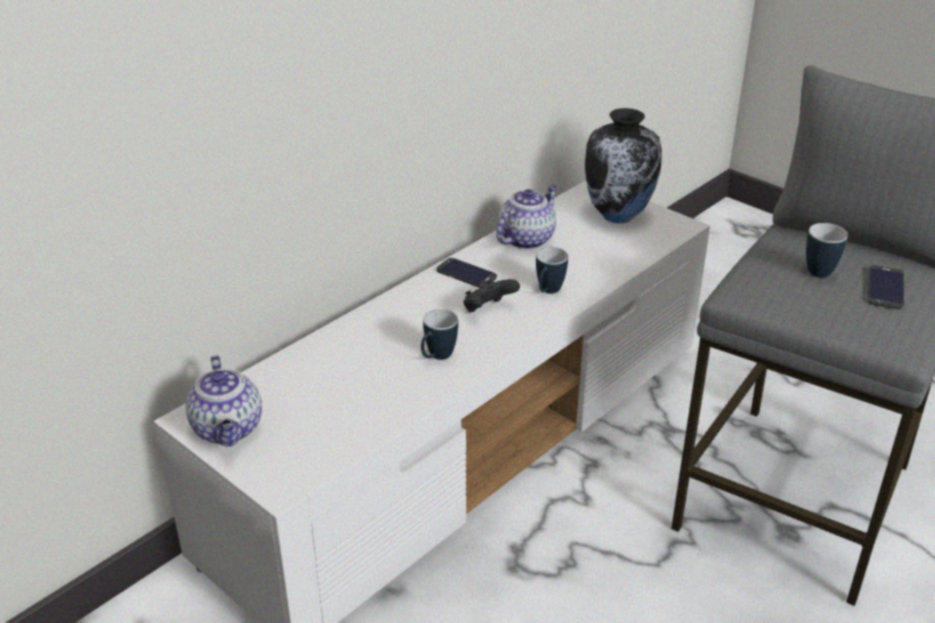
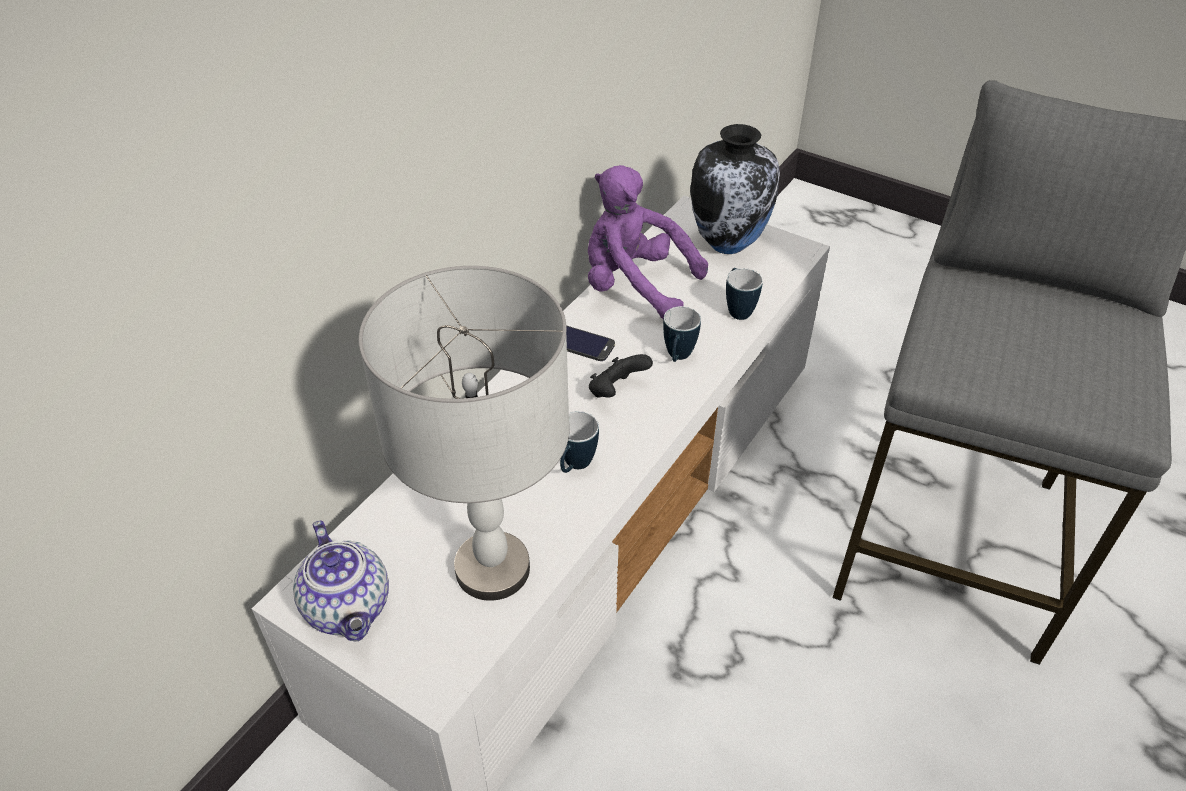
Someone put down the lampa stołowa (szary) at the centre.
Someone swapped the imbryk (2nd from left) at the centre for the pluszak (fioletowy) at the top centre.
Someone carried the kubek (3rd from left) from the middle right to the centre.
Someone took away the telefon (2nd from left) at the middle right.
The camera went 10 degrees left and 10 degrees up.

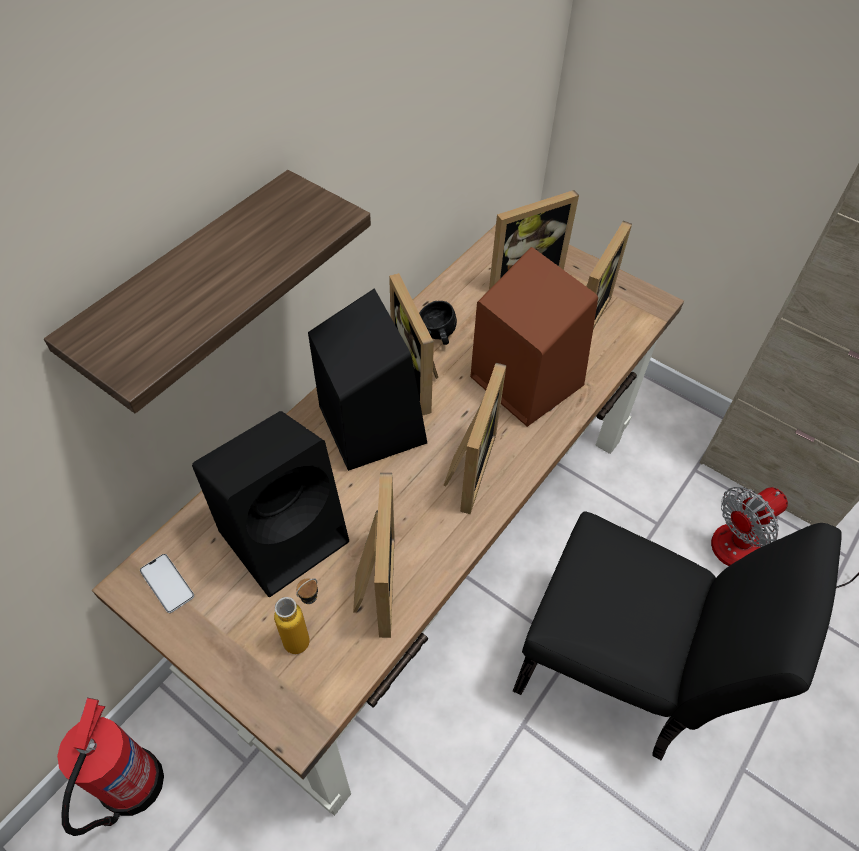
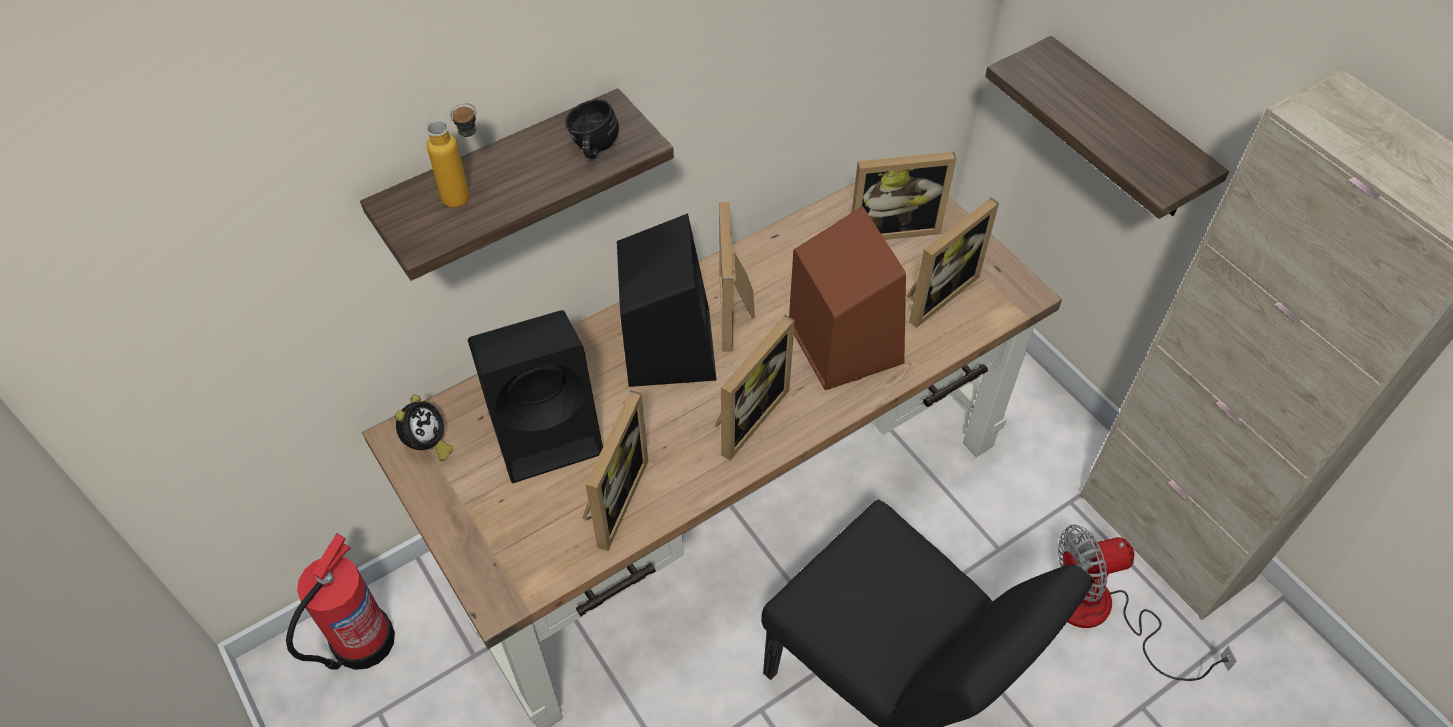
Someone swapped the telefon at the bottom left for the budzik at the middle left.
Someone carried the butelka from the bottom centre to the top left.
Someone carried the kubek (czarny) from the centre to the top centre.
Someone put up the półka (2nd from left) at the top right.
The camera went 20 degrees right and 0 degrees up.

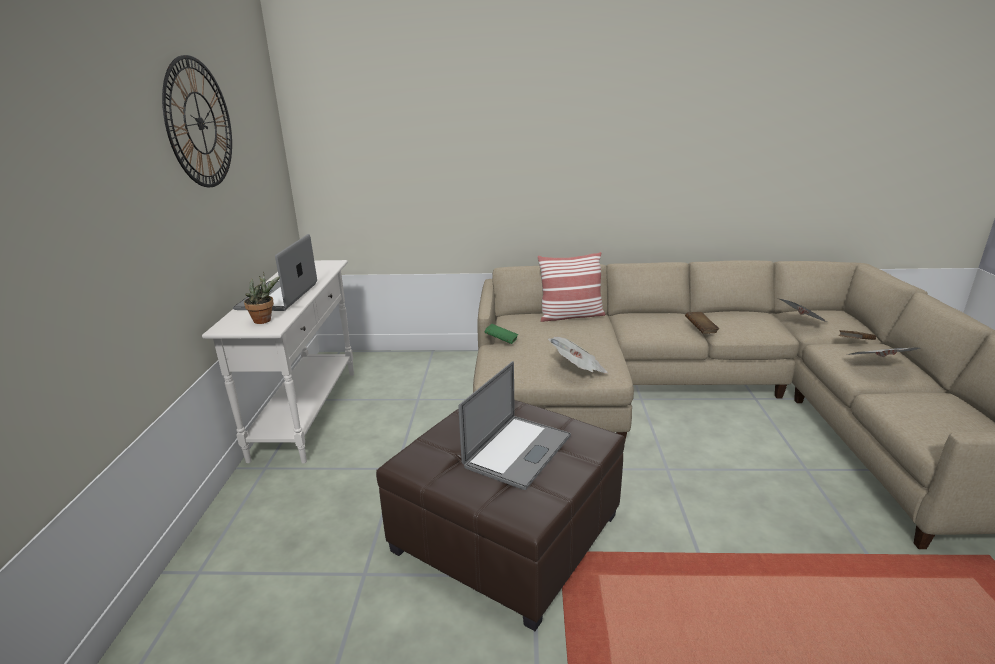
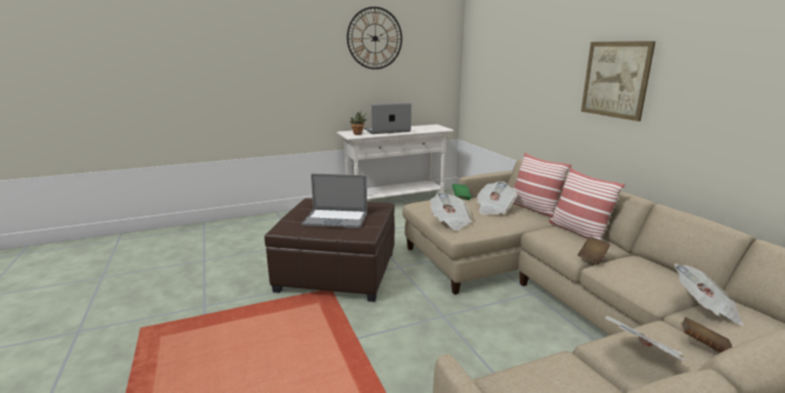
Someone put down the gazeta (2nd from left) at the centre.
Someone put down the poduszka (2nd from left) at the middle right.
Someone put up the obraz at the top right.
The camera went 65 degrees right and 5 degrees down.

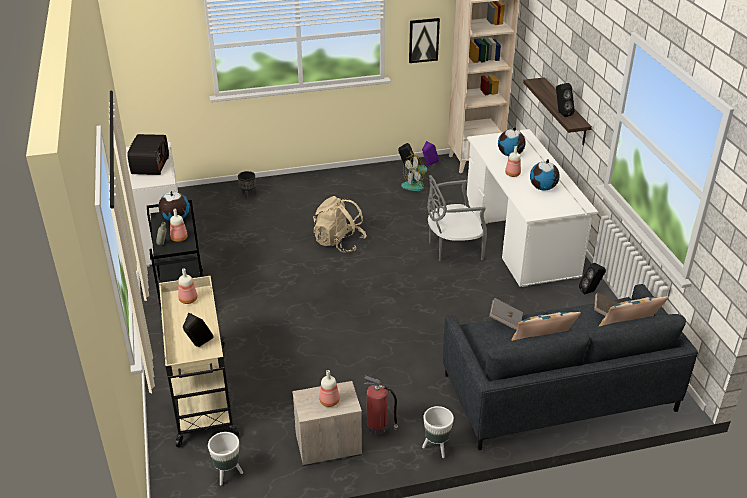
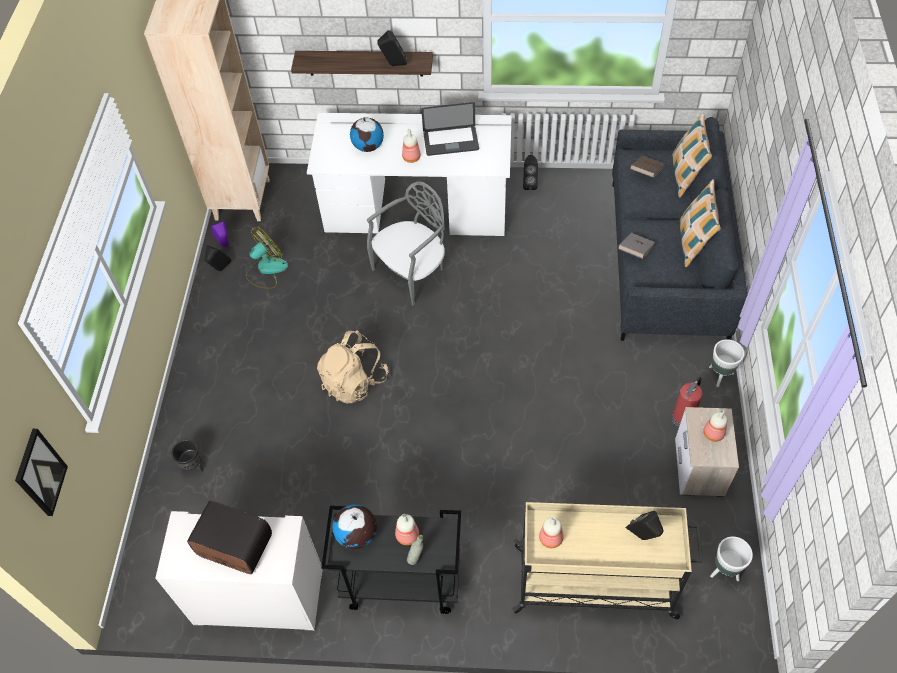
Someone carried the obraz from the top centre to the bottom left.
Someone rotated the wentylator at the centre by 120 degrees counterclockwise.
Someone rotated the krzesło (szary) at the centre by 135 degrees counterclockwise.
Someone swapped the globus (3rd from left) at the middle right for the laptop at the top centre.
The camera went 70 degrees left and 20 degrees up.

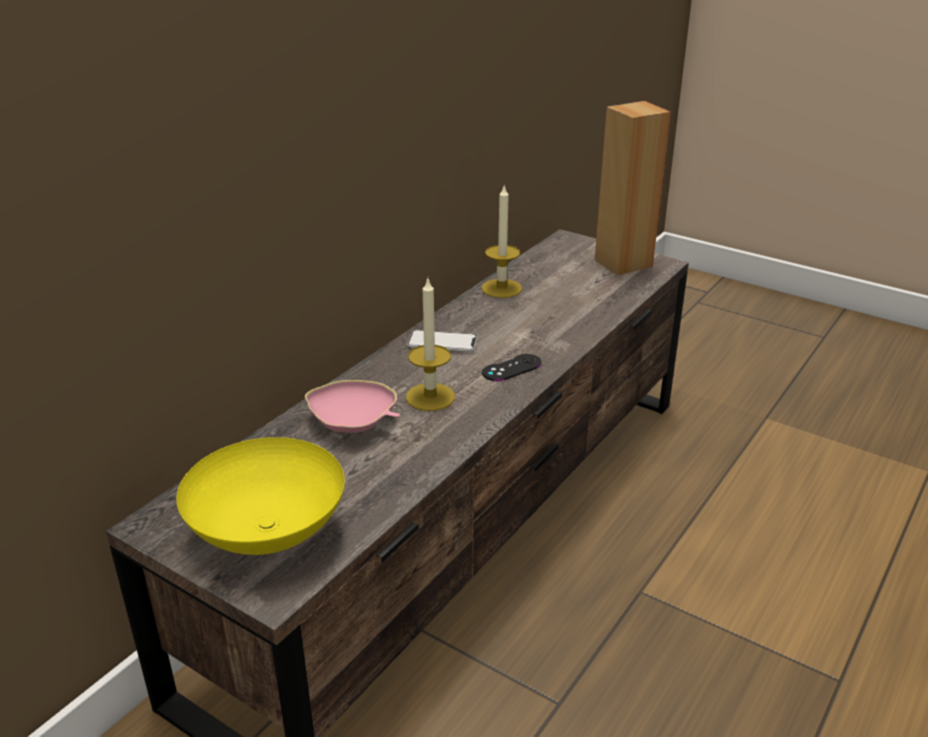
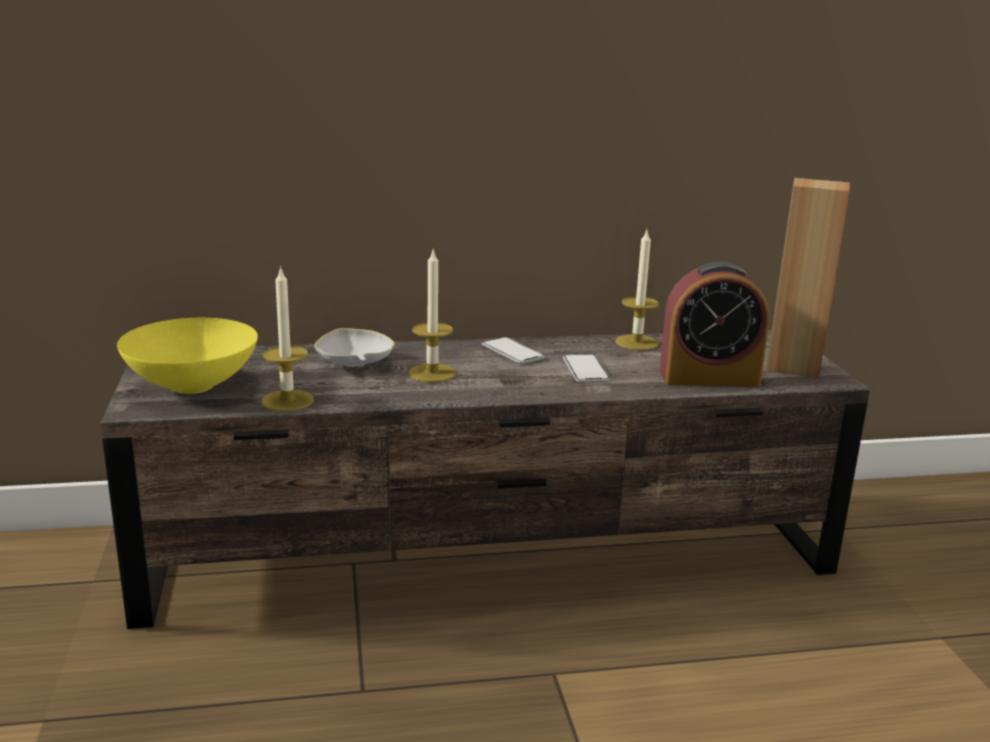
Someone put down the świeca (1st from left) at the middle left.
Someone repainted the miska (różowy) at the centre, which became the miska (biały) at the centre.
Someone put down the telefon (2nd from left) at the centre.
Someone put down the budzik at the middle right.
Someone took away the pad do gier (czarny) at the centre.
The camera went 45 degrees right and 10 degrees down.

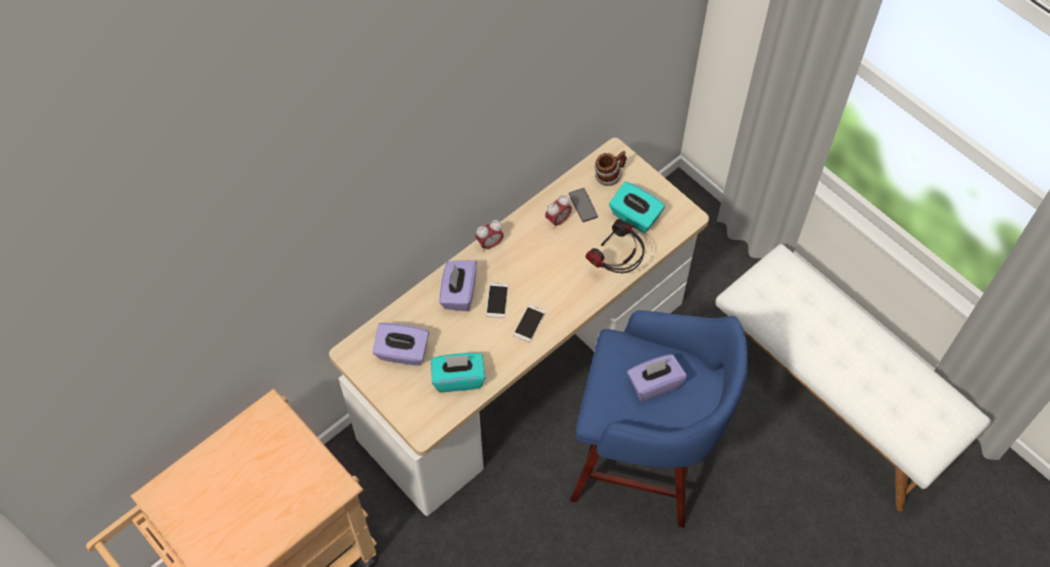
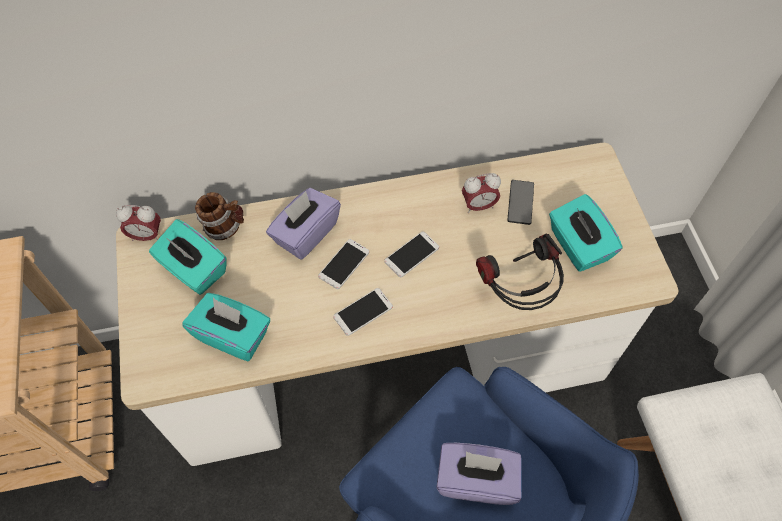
Someone carried the budzik (1st from left) from the centre to the middle left.
Someone repainted the pudełko chusteczek (fioletowy) (1st from left) at the centre, which became the pudełko chusteczek (turkusowy) (1st from left) at the middle left.
Someone carried the kubek from the top centre to the middle left.
Someone put down the telefon (3rd from left) at the centre.
The camera went 30 degrees right and 0 degrees up.

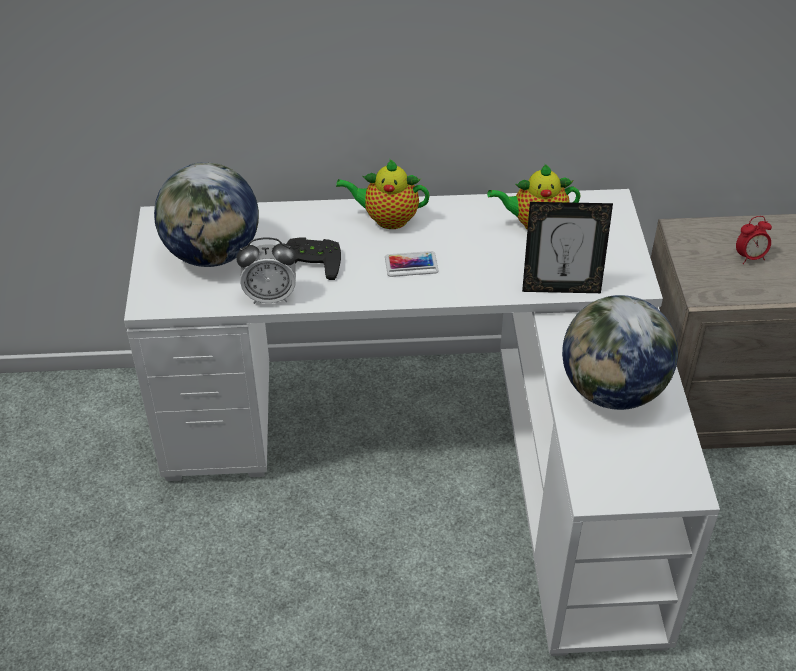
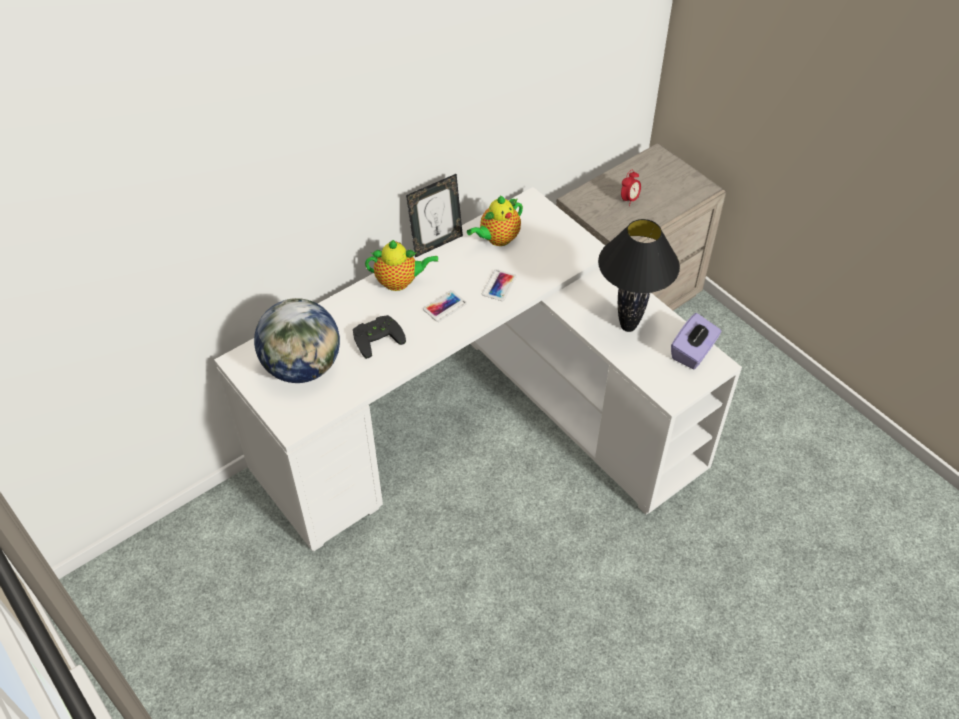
Someone rotated the imbryk (1st from left) at the top centre by 150 degrees counterclockwise.
Someone carried the ramka na zdjęcie from the middle right to the top centre.
Someone put down the telefon (2nd from left) at the centre.
Someone swapped the globus (2nd from left) at the middle right for the lampa stołowa (czarny) at the centre.
Someone put down the pudełko chusteczek (fioletowy) at the middle right.
Someone took away the budzik (1st from left) at the centre.
The camera went 35 degrees left and 5 degrees up.

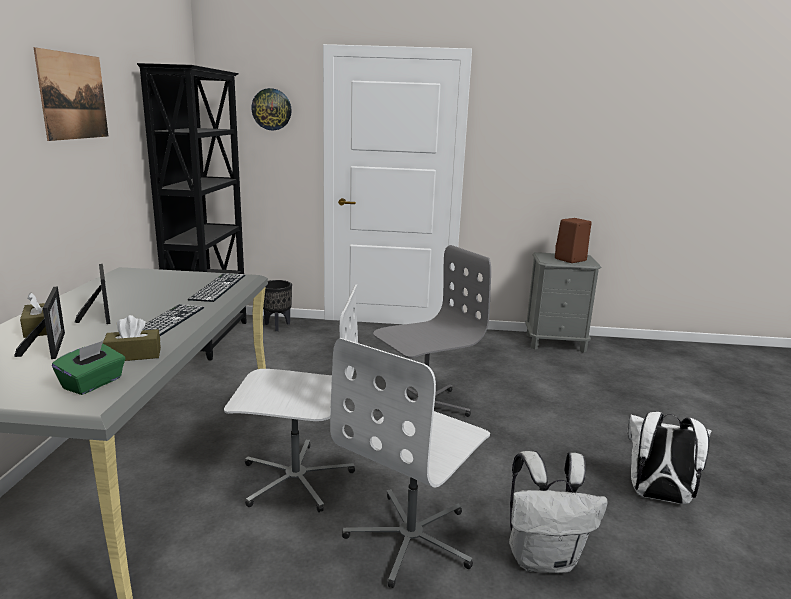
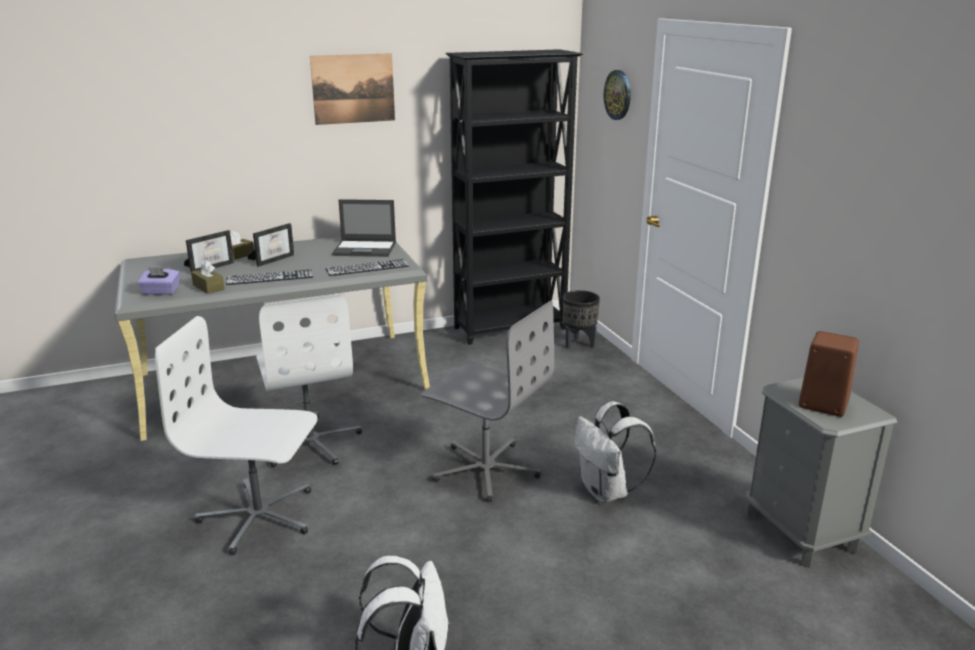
Someone repainted the pudełko chusteczek (zielony) at the middle left, which became the pudełko chusteczek (fioletowy) at the middle left.
Someone put down the laptop at the centre.
Someone carried the plecak (biały) (1st from left in the first image) from the bottom right to the bottom centre.
The camera went 65 degrees right and 5 degrees up.

